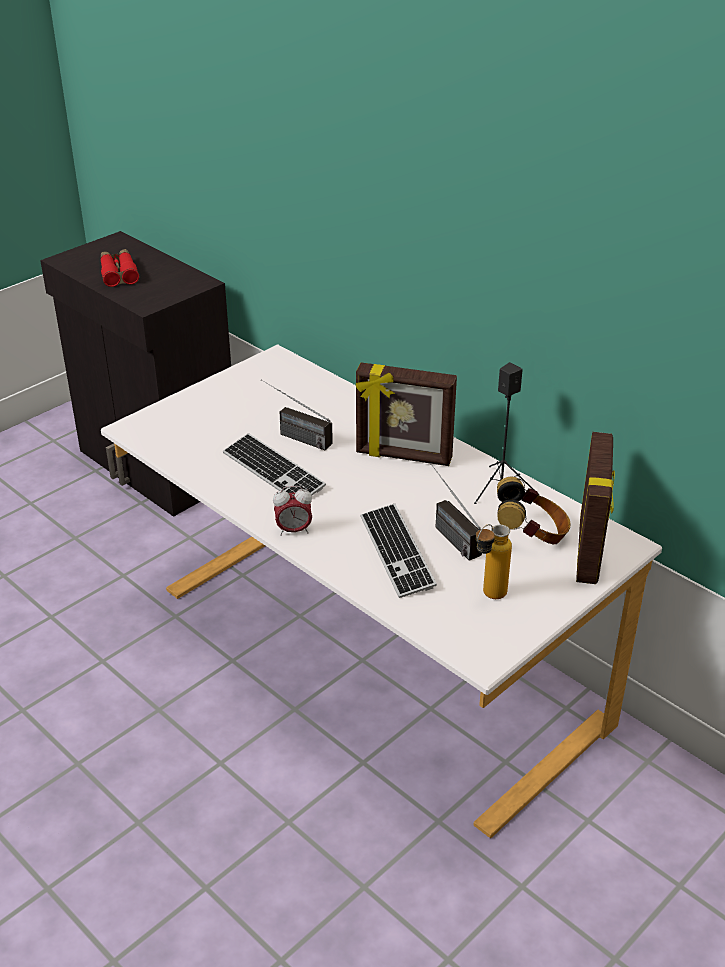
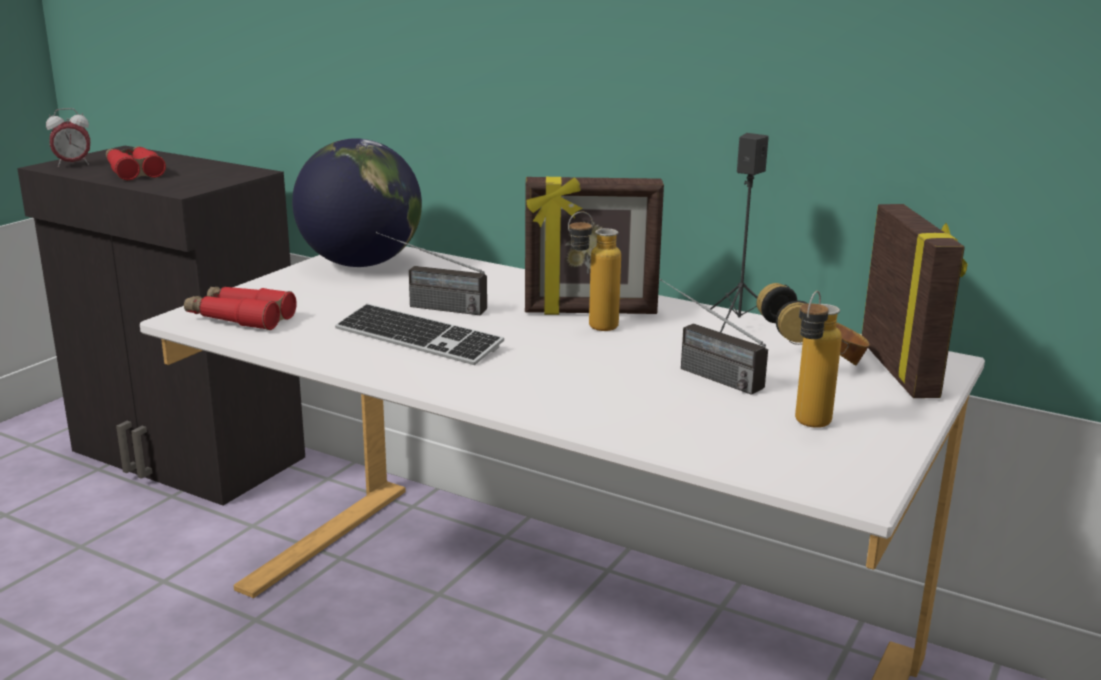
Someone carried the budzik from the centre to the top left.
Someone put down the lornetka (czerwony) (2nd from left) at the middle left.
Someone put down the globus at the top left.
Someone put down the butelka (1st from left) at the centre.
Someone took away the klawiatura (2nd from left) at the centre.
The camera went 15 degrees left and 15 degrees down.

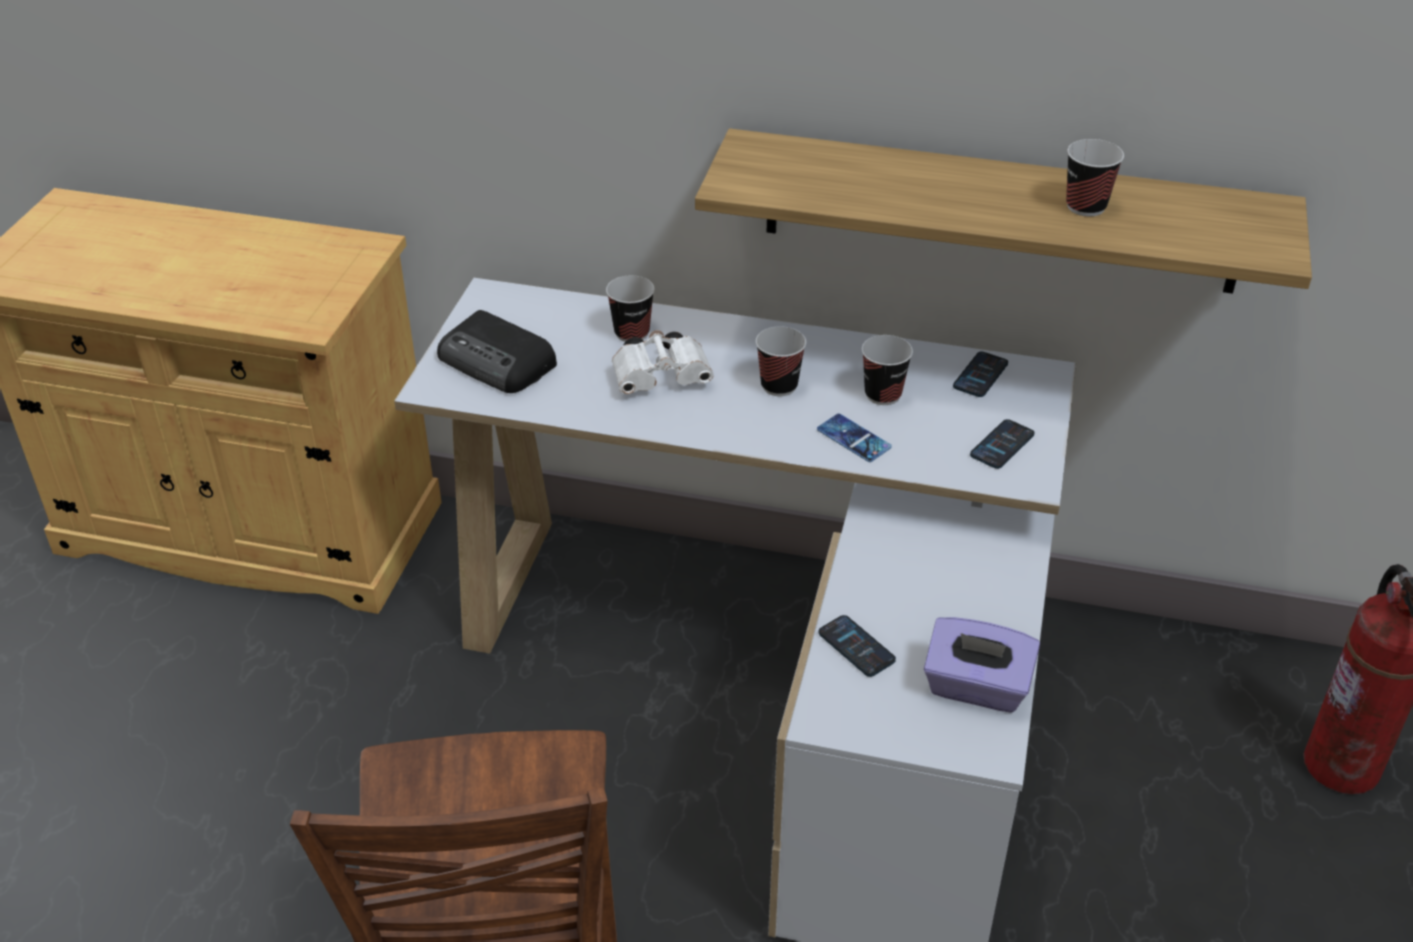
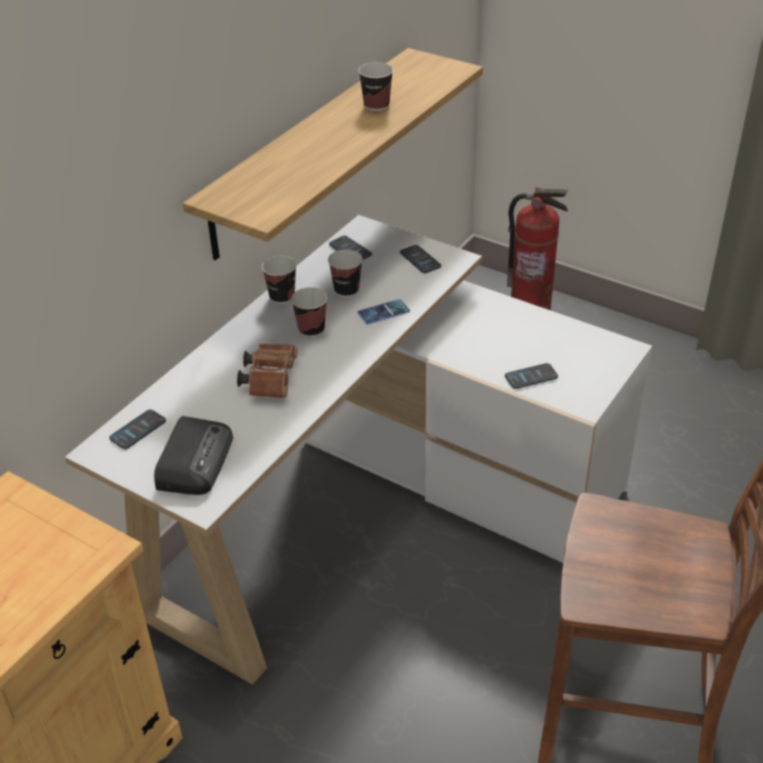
Someone put down the telefon (1st from left) at the middle left.
Someone rotated the radio at the centre by 45 degrees counterclockwise.
Someone repainted the lornetka (biały) at the centre, which became the lornetka (brązowy) at the centre.
Someone carried the filiżanka (1st from left) from the top centre to the centre.
Someone took away the pudełko chusteczek (fioletowy) at the bottom right.
The camera went 70 degrees left and 0 degrees up.

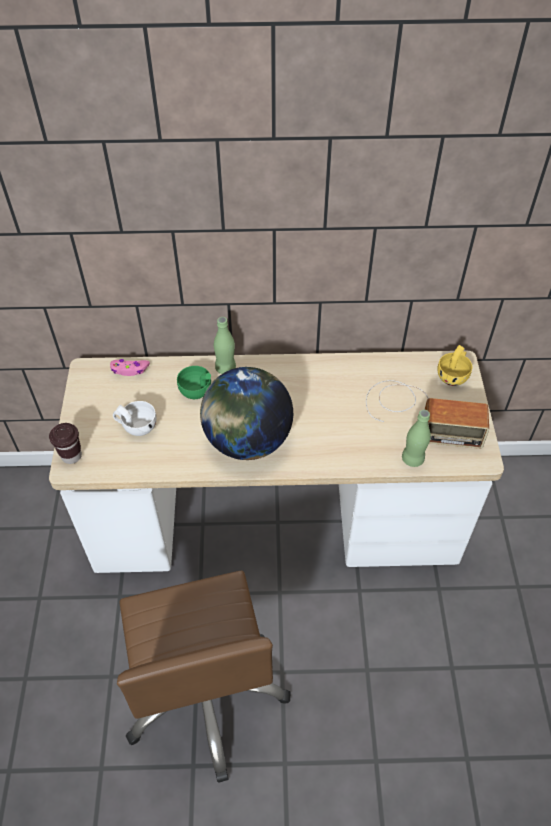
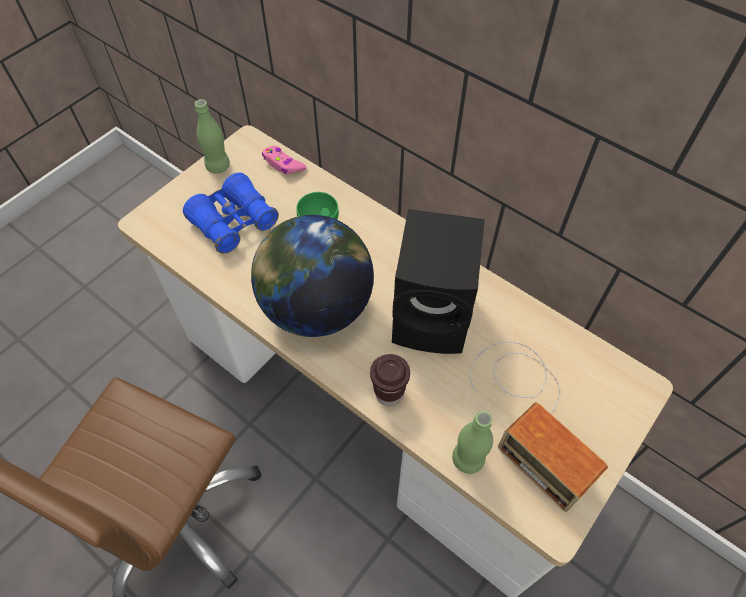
Someone swapped the filiżanka (biały) at the middle left for the lornetka (niebieski) at the middle left.
Someone carried the butelka (zielony) (1st from left) from the centre to the top left.
Someone carried the filiżanka (brązowy) from the middle left to the centre.
Someone put down the głośnik (czarny) at the centre.
Someone took away the filiżanka (żółty) at the middle right.
The camera went 40 degrees right and 5 degrees up.

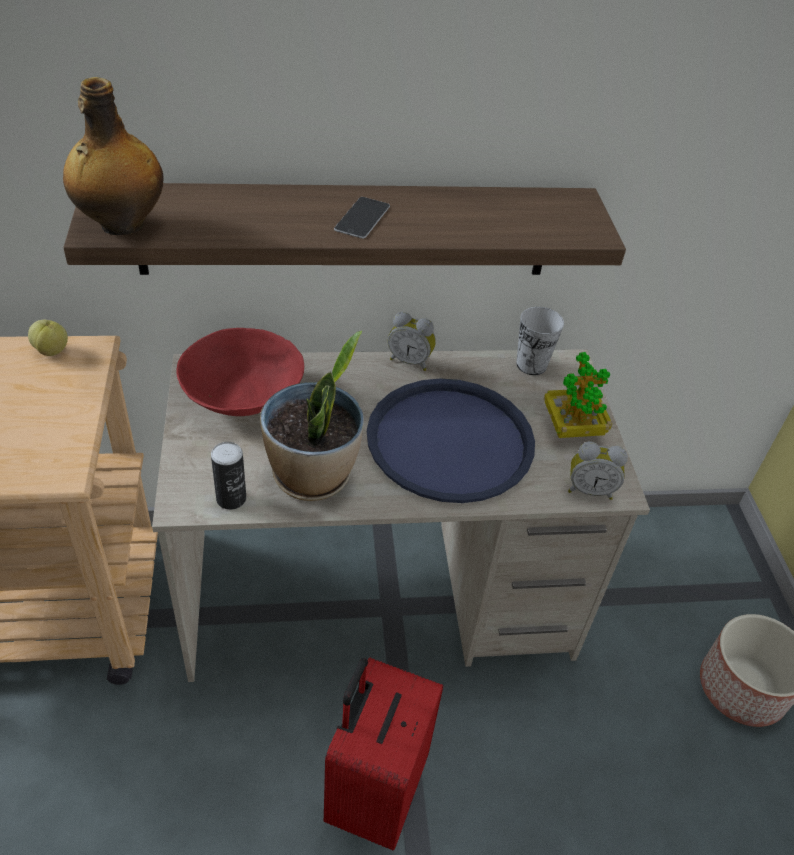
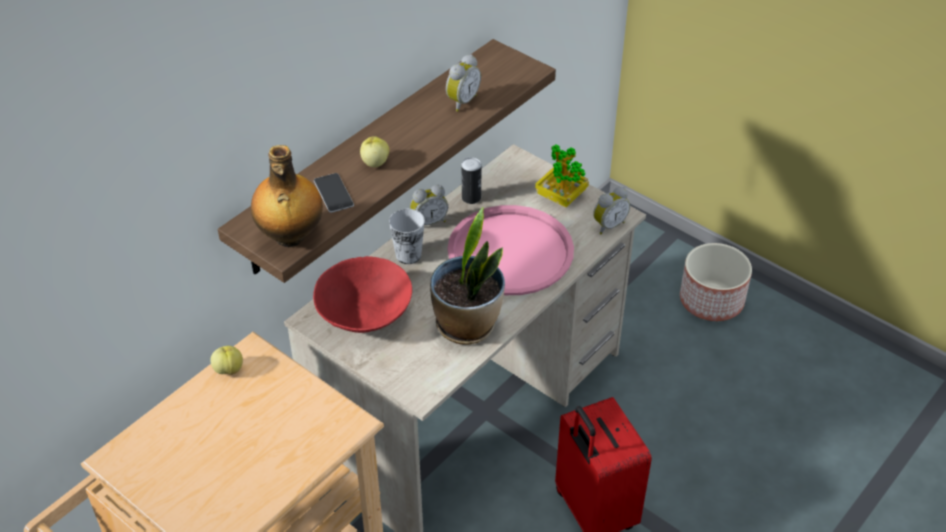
Someone carried the telefon from the top centre to the centre.
Someone put down the jabłko (2nd from left) at the top centre.
Someone carried the filiżanka from the middle right to the centre.
Someone put down the budzik (2nd from left) at the top centre.
Someone repainted the taca (niebieski) at the centre, which became the taca (różowy) at the centre.
Someone carried the puszka from the middle left to the centre.
The camera went 40 degrees left and 0 degrees up.

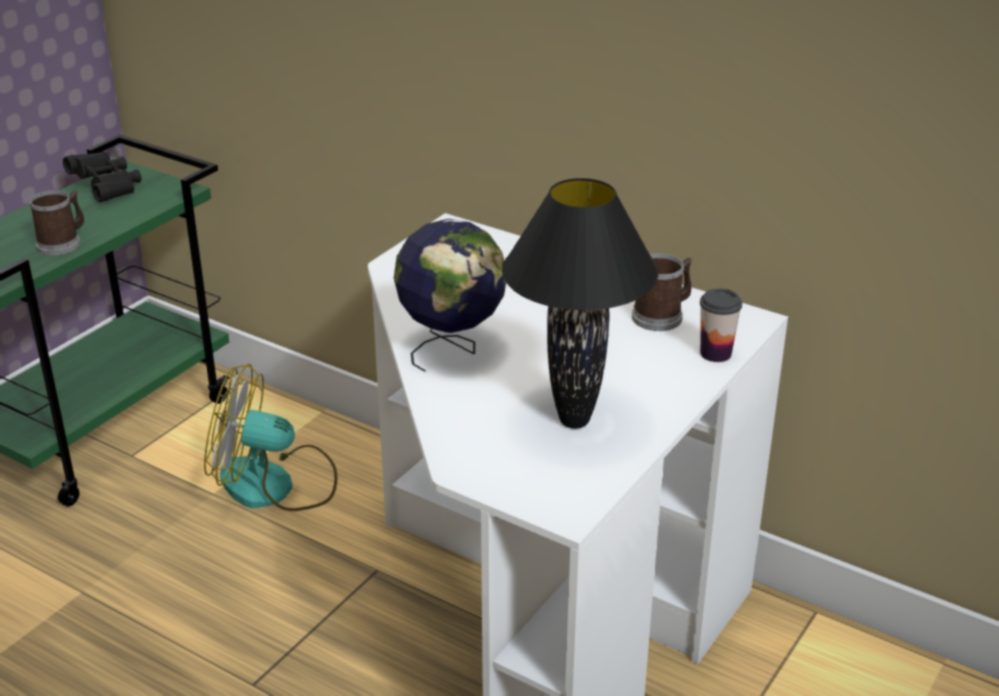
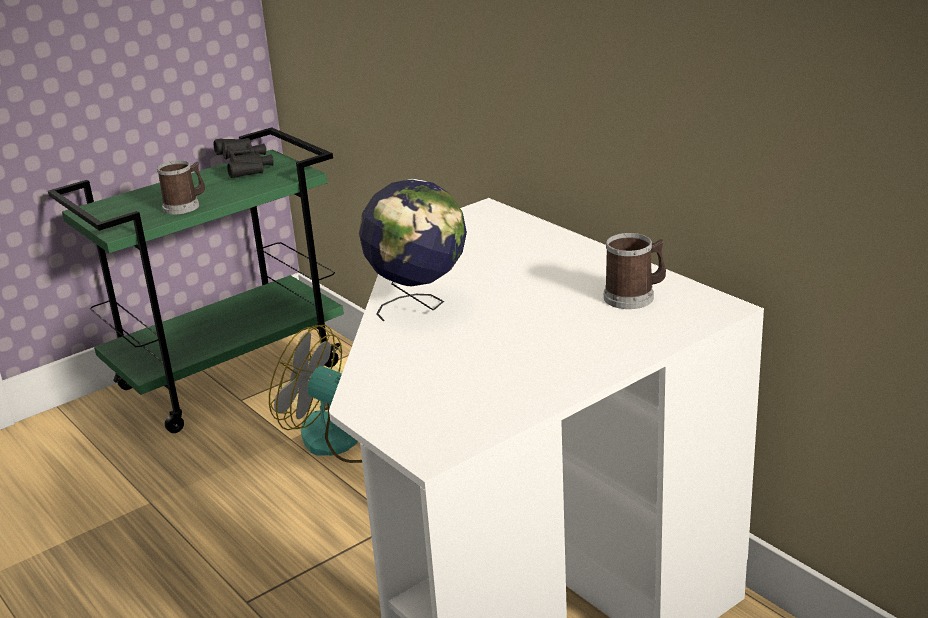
Someone took away the lampa stołowa (czarny) at the centre.
Someone took away the filiżanka at the middle right.
The camera went 20 degrees right and 5 degrees down.

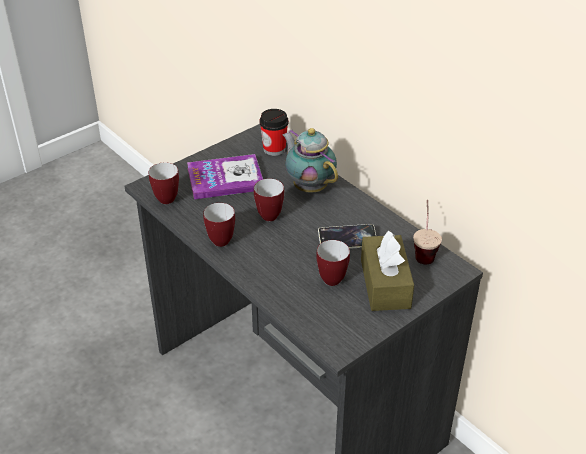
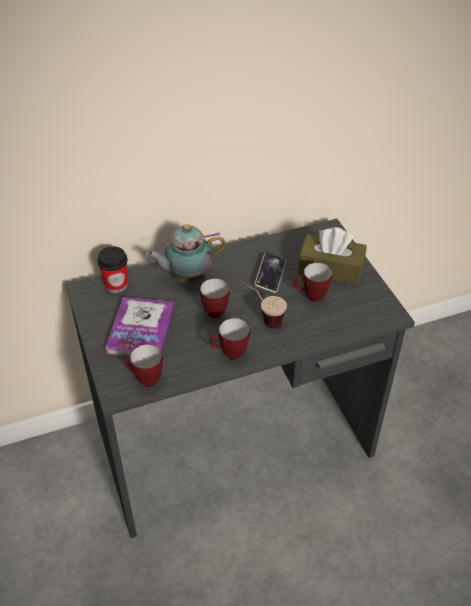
Someone carried the filiżanka (2nd from left) from the middle right to the centre.
The camera went 70 degrees left and 5 degrees up.

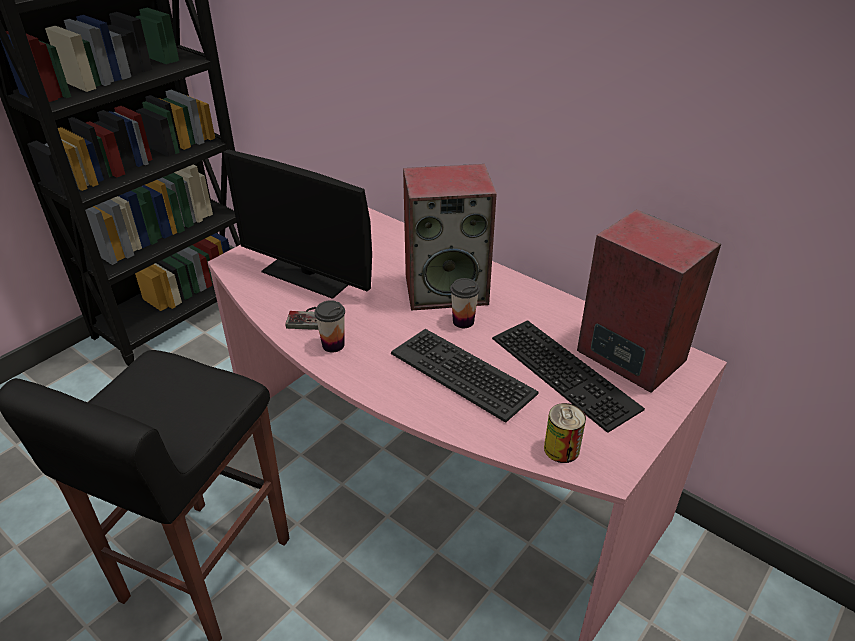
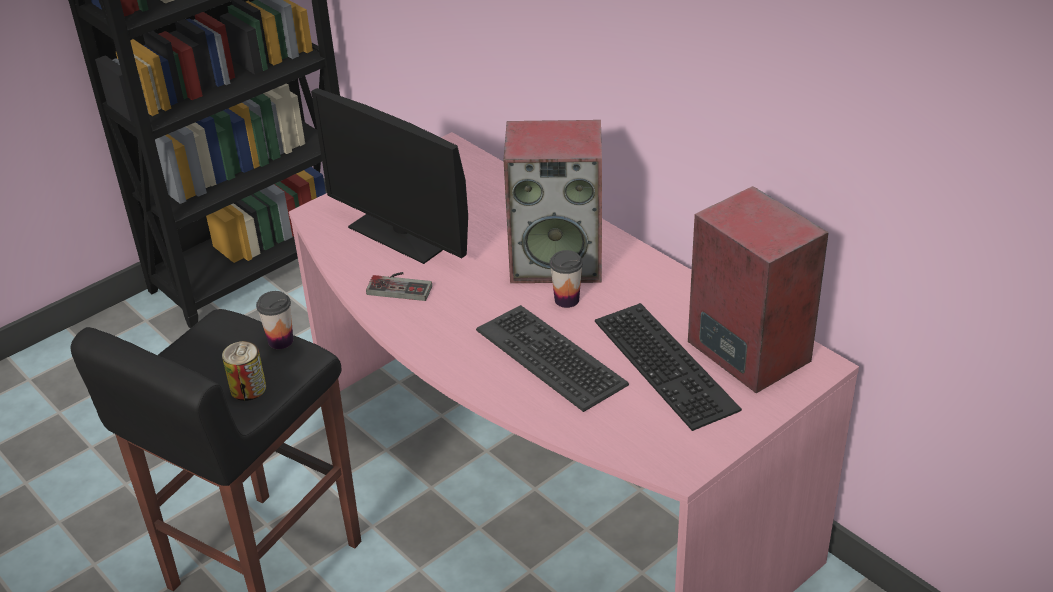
Someone carried the puszka from the bottom centre to the middle left.
Someone carried the filiżanka (1st from left) from the centre to the middle left.
The camera went 10 degrees right and 0 degrees up.

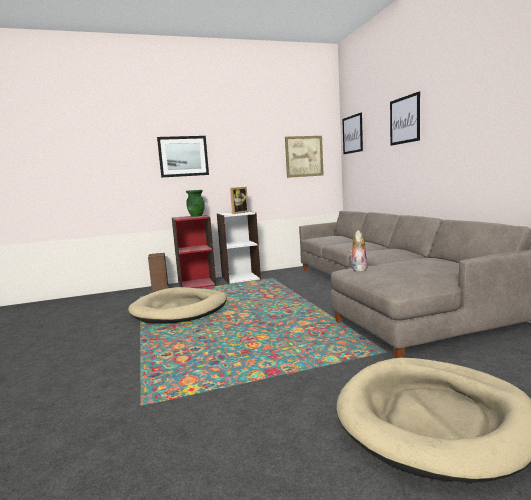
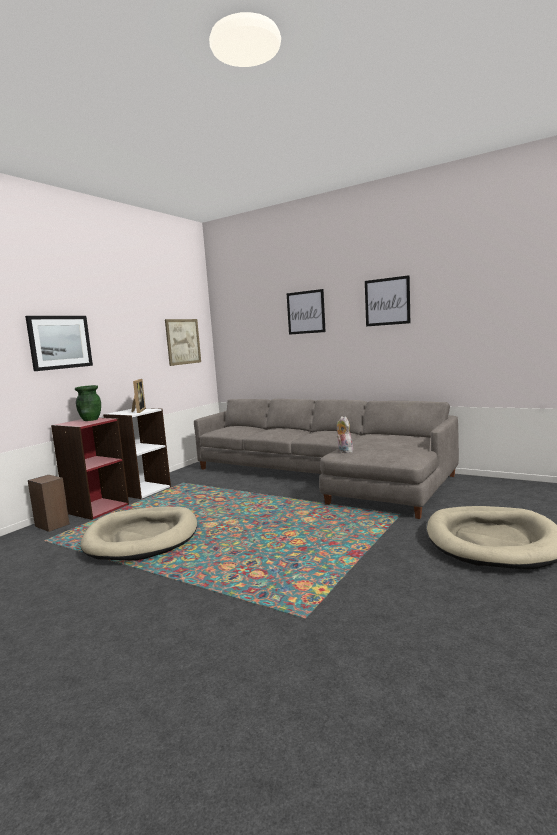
Someone carried the obraz (3rd from left in the first image) from the top centre to the middle right.
The camera went 40 degrees left and 0 degrees up.

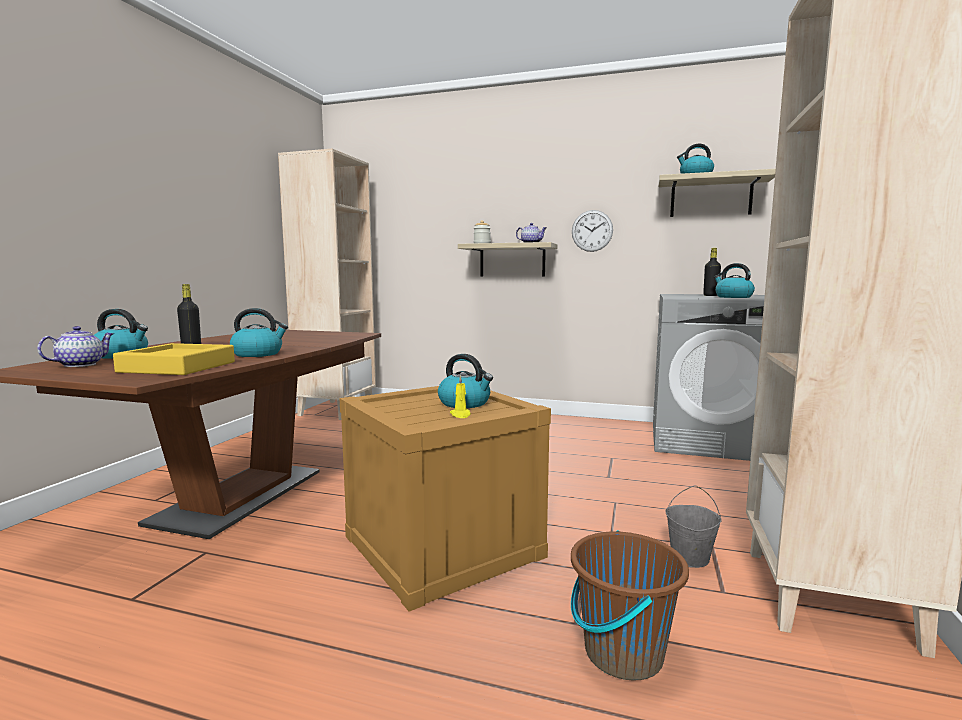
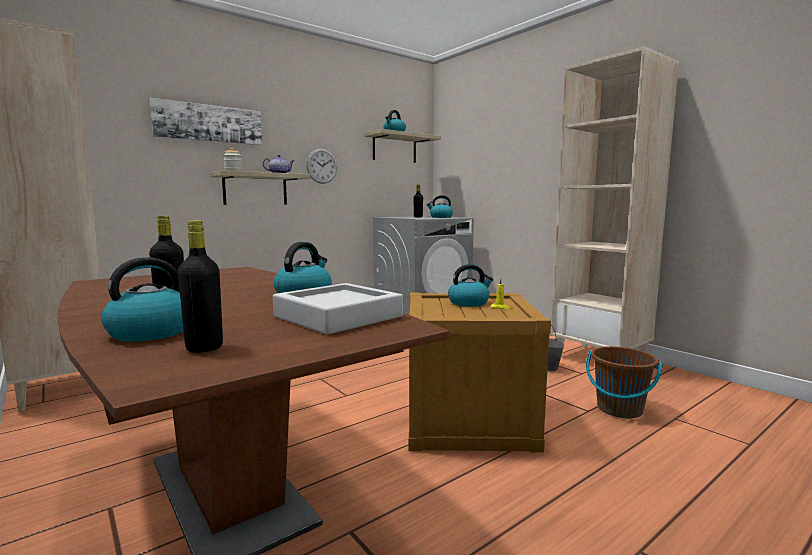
Someone put up the obraz at the top left.
Someone swapped the imbryk (1st from left) at the middle left for the butelka (czarny) (2nd from left) at the middle left.
Someone repainted the taca (żółty) at the middle left, which became the taca (szary) at the centre.
The camera went 55 degrees left and 0 degrees up.

